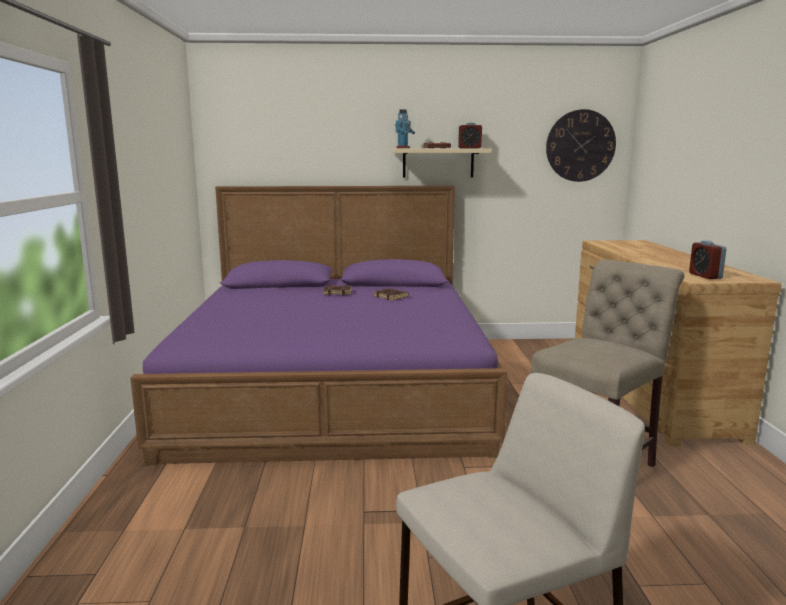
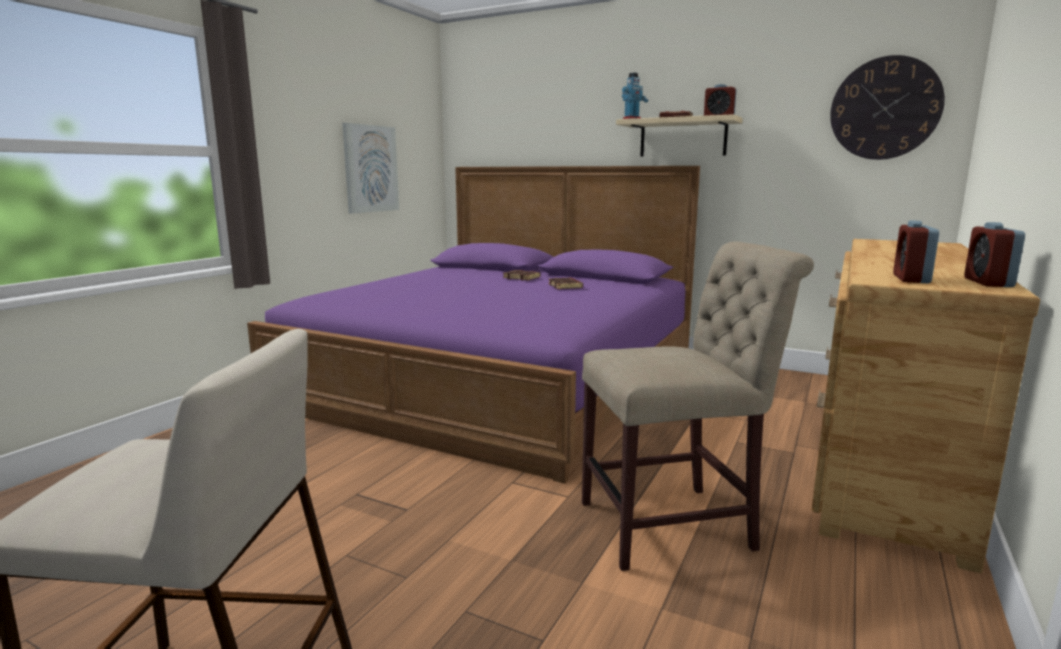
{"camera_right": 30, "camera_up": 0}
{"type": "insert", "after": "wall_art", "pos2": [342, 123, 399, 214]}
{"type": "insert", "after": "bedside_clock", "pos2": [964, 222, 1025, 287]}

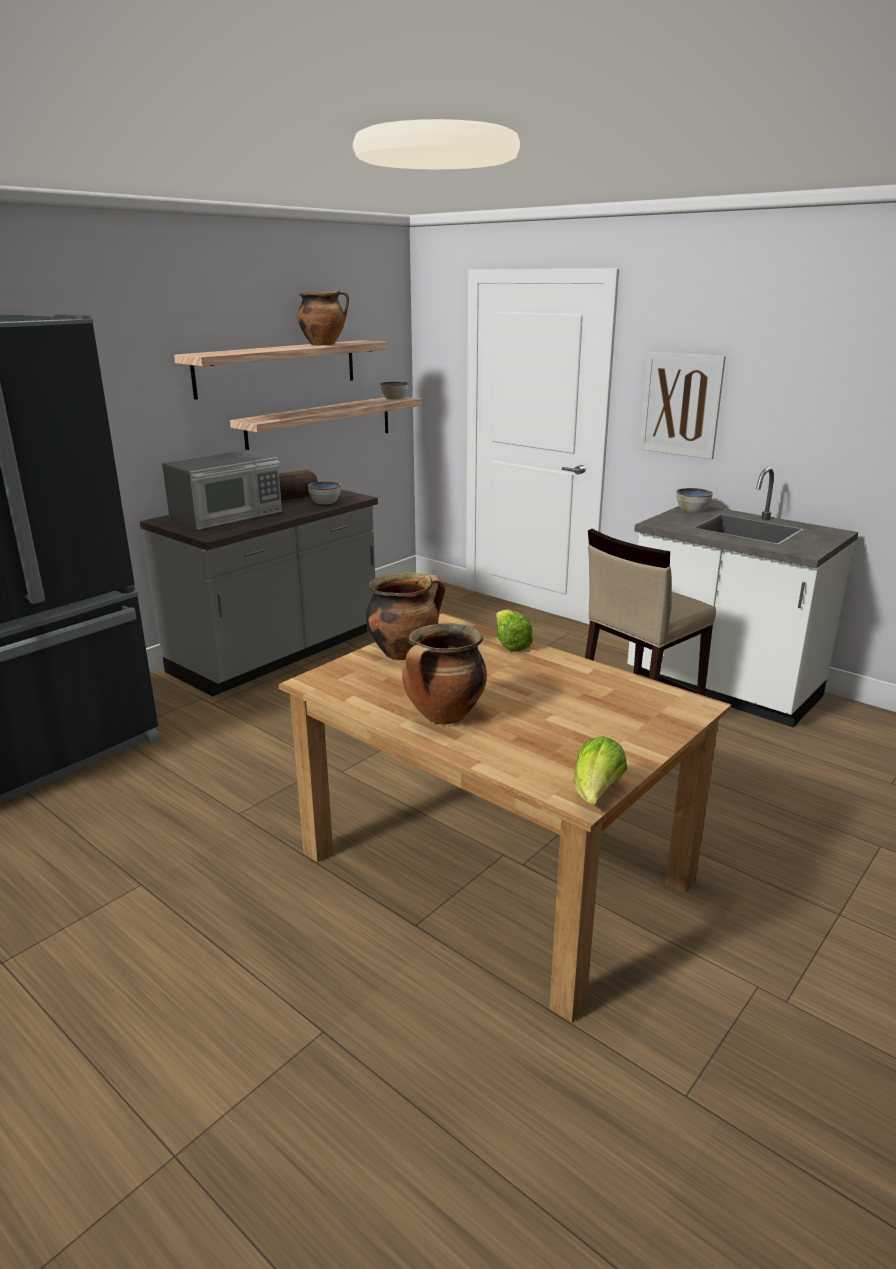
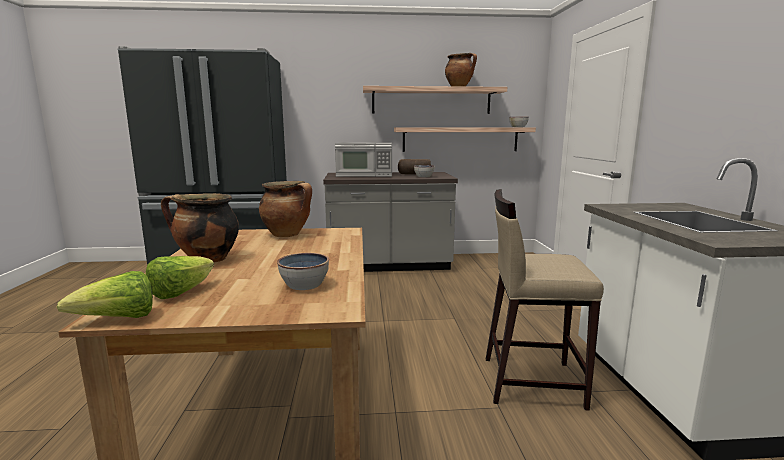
{"camera_right": 45, "camera_up": -10}
{"type": "move", "before": "head_of_lettuce", "pos1": [496, 609, 533, 652], "pos2": [145, 256, 214, 299]}
{"type": "delete", "before": "wall_art", "pos1": [639, 352, 726, 459]}
{"type": "move", "before": "deep_dish", "pos1": [676, 488, 713, 512], "pos2": [277, 253, 329, 290]}

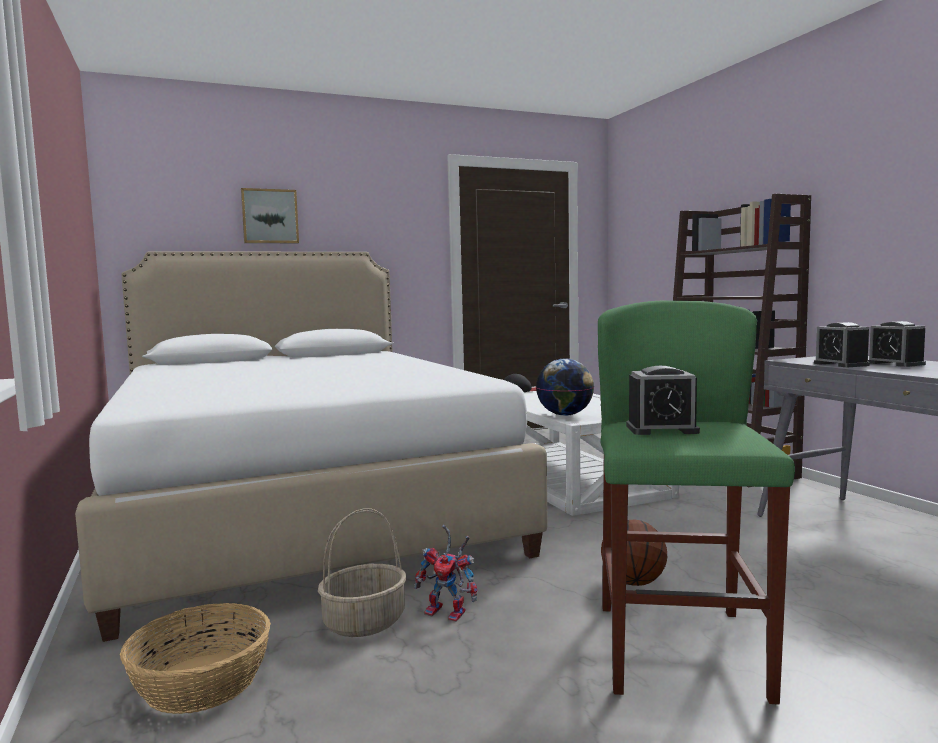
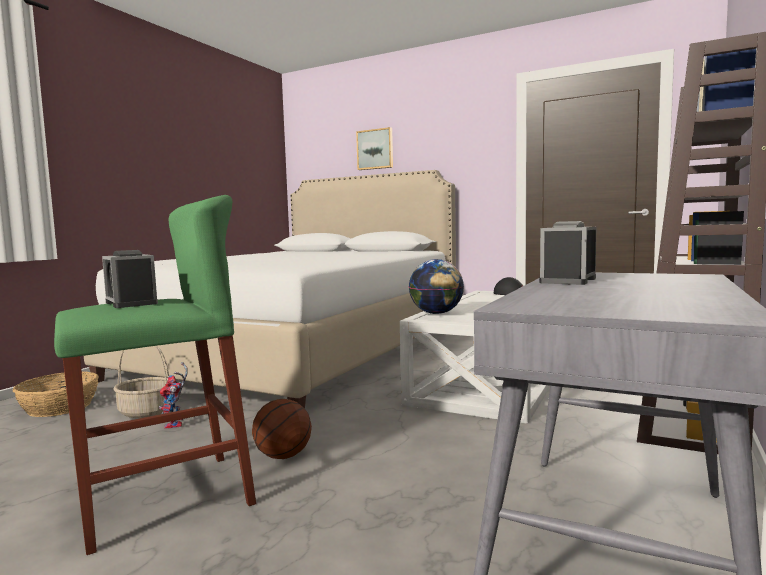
{"camera_right": 50, "camera_up": 0}
{"type": "delete", "before": "bedside_clock", "pos1": [868, 321, 926, 367]}

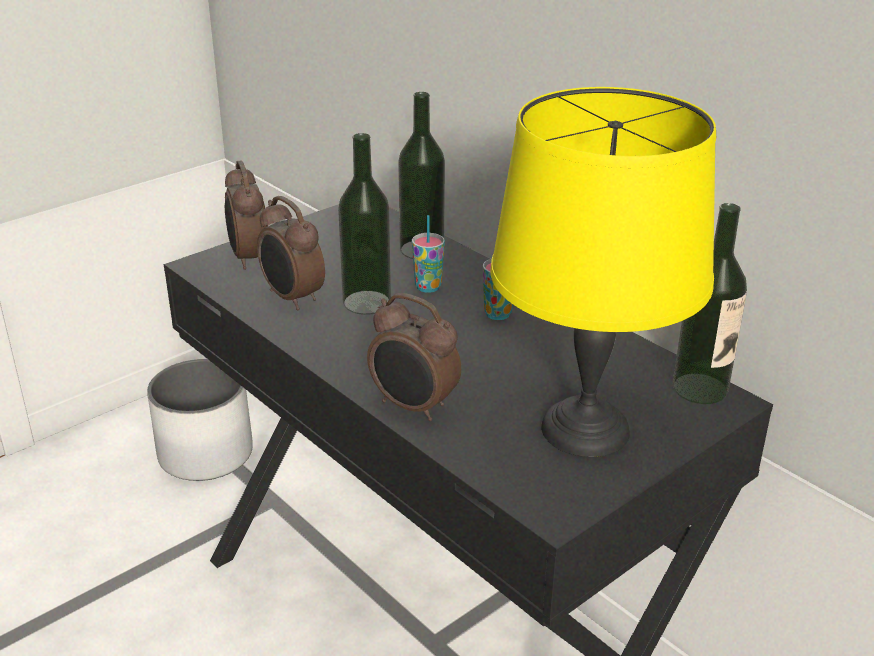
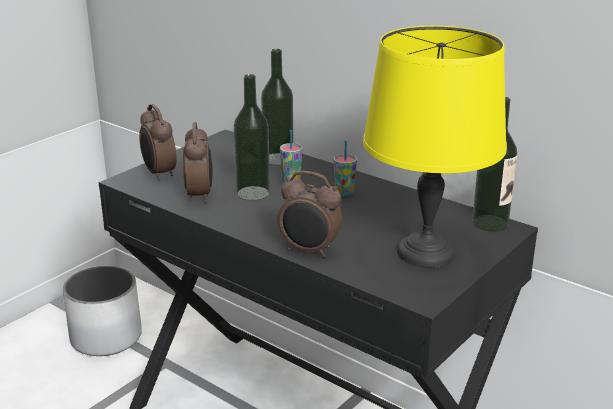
{"camera_right": -10, "camera_up": -5}
{"type": "rotate", "before": "bedside_clock", "pos1": [257, 196, 325, 310], "pos2": [183, 122, 213, 203], "turn": -135}

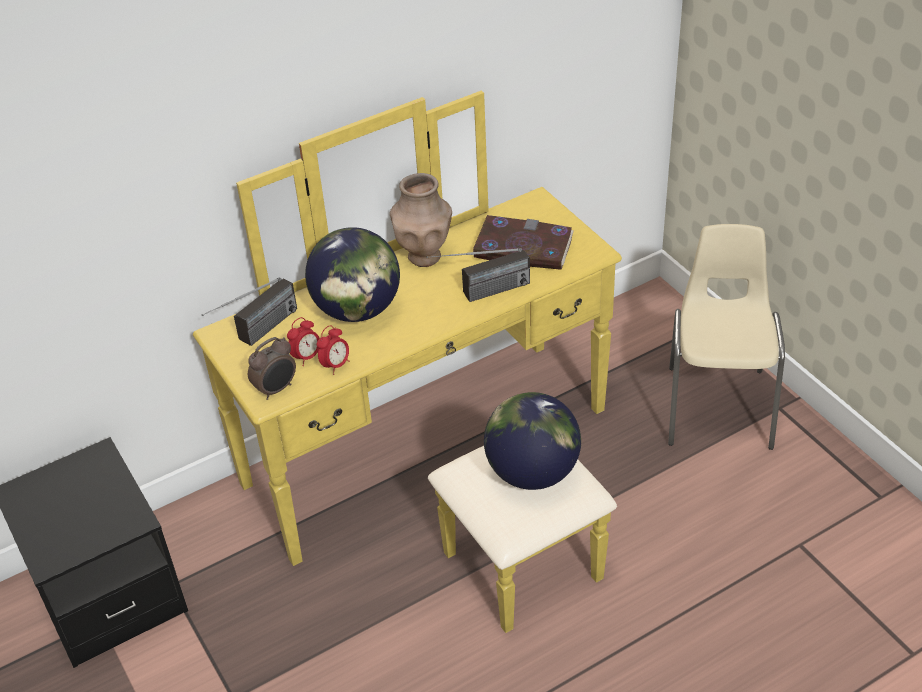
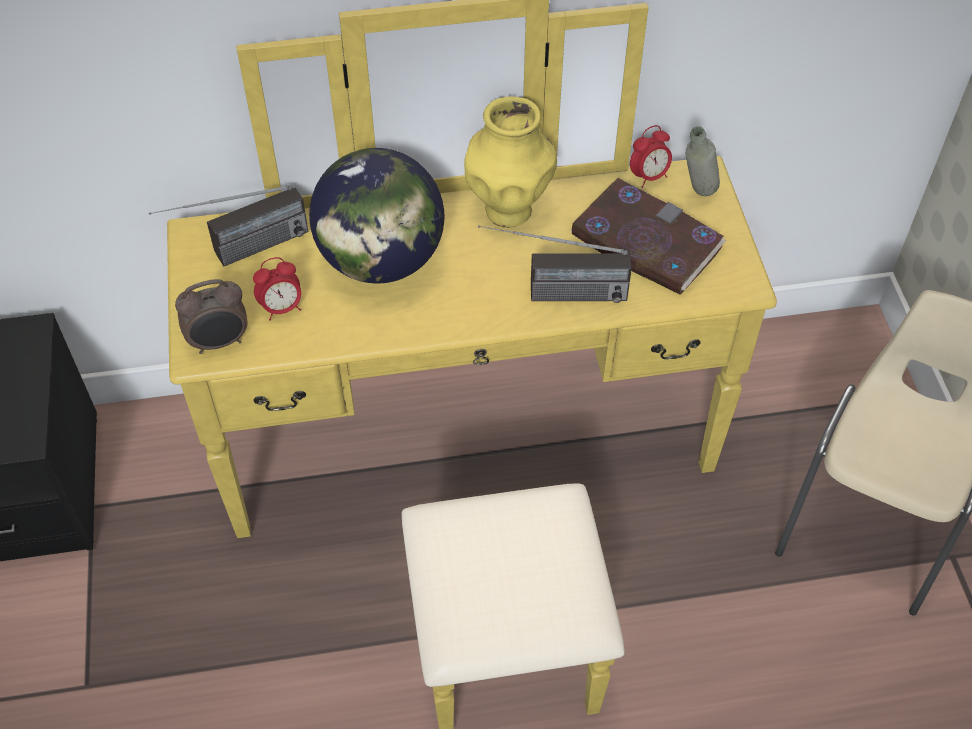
{"camera_right": 20, "camera_up": 10}
{"type": "move", "before": "bedside_clock", "pos1": [317, 325, 349, 375], "pos2": [630, 125, 672, 188]}
{"type": "recolor", "before": "brownish_flower_vase", "after": "yellow_flower_vase", "pos1": [390, 173, 452, 267], "pos2": [464, 97, 557, 228]}
{"type": "delete", "before": "desk_globe", "pos1": [484, 392, 581, 490]}
{"type": "insert", "after": "grey_beverage_bottle", "pos2": [686, 126, 720, 196]}

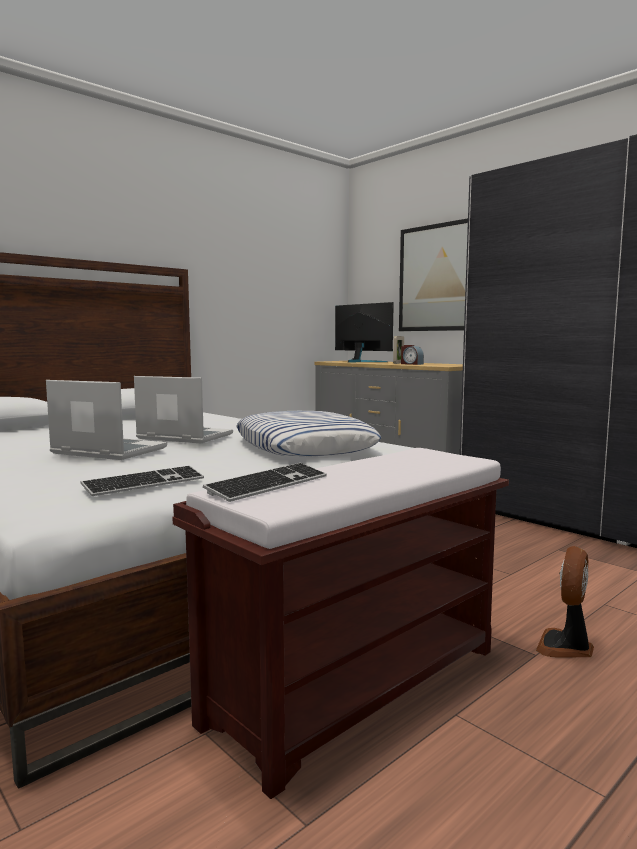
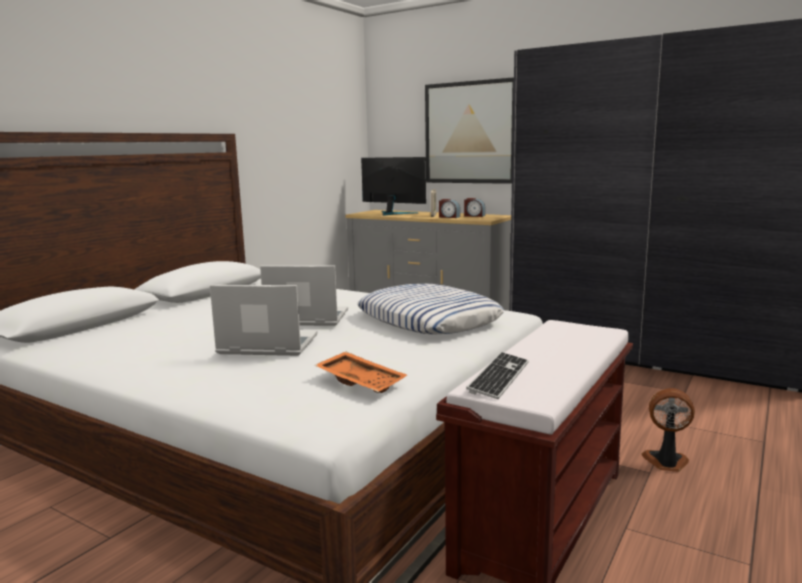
{"camera_right": -15, "camera_up": 5}
{"type": "replace", "before": "computer_keyboard", "after": "orange_tray", "pos1": [81, 466, 204, 496], "pos2": [315, 352, 407, 393]}
{"type": "rotate", "before": "fan", "pos1": [536, 546, 594, 658], "pos2": [641, 388, 695, 472], "turn": 90}
{"type": "insert", "after": "bedside_clock", "pos2": [464, 198, 485, 217]}

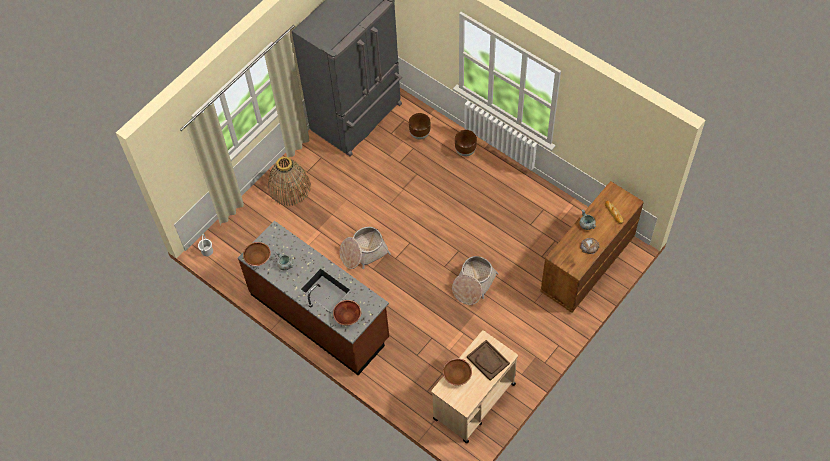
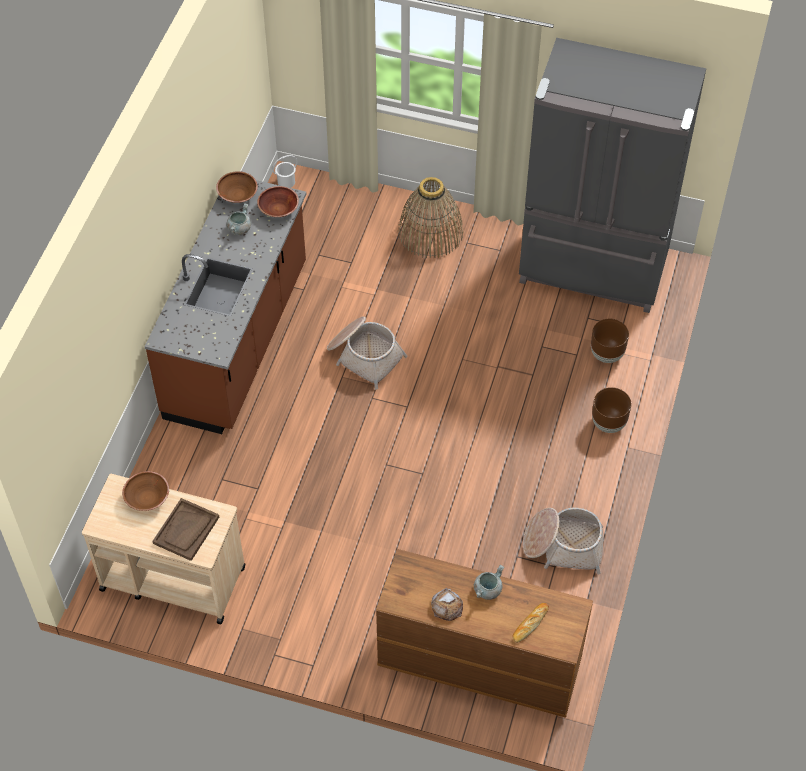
{"camera_right": 65, "camera_up": -5}
{"type": "move", "before": "brownish_deep_dish", "pos1": [333, 300, 361, 326], "pos2": [257, 186, 299, 217]}
{"type": "move", "before": "storage_basket", "pos1": [452, 256, 499, 305], "pos2": [523, 508, 603, 574]}

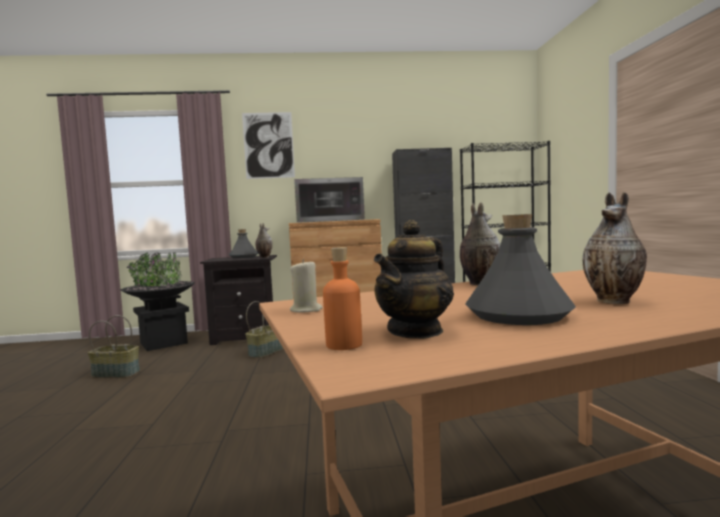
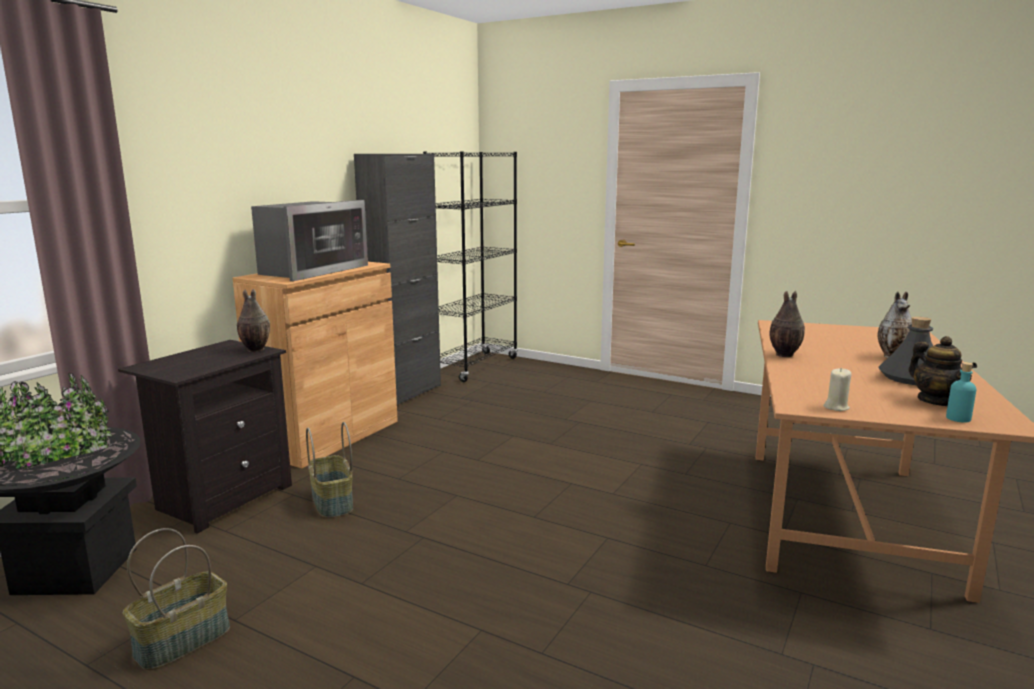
{"camera_right": -55, "camera_up": 10}
{"type": "delete", "before": "grey_beverage_bottle", "pos1": [229, 229, 258, 258]}
{"type": "delete", "before": "wall_art", "pos1": [242, 112, 295, 179]}
{"type": "recolor", "before": "orange_beverage_bottle", "after": "blue-green_beverage_bottle", "pos1": [323, 247, 362, 350], "pos2": [946, 362, 976, 423]}

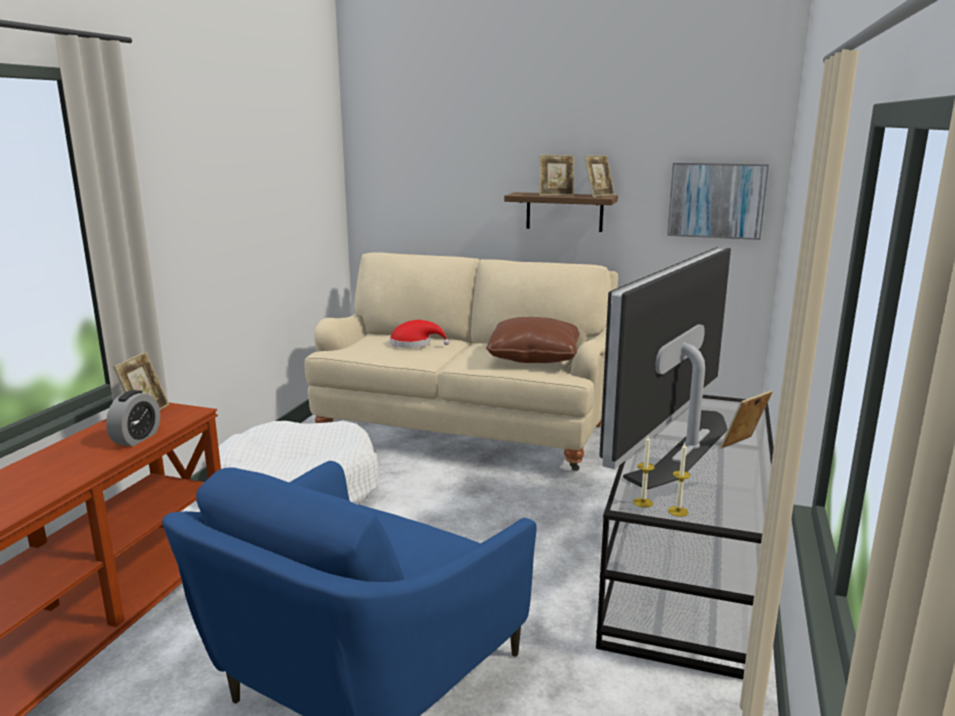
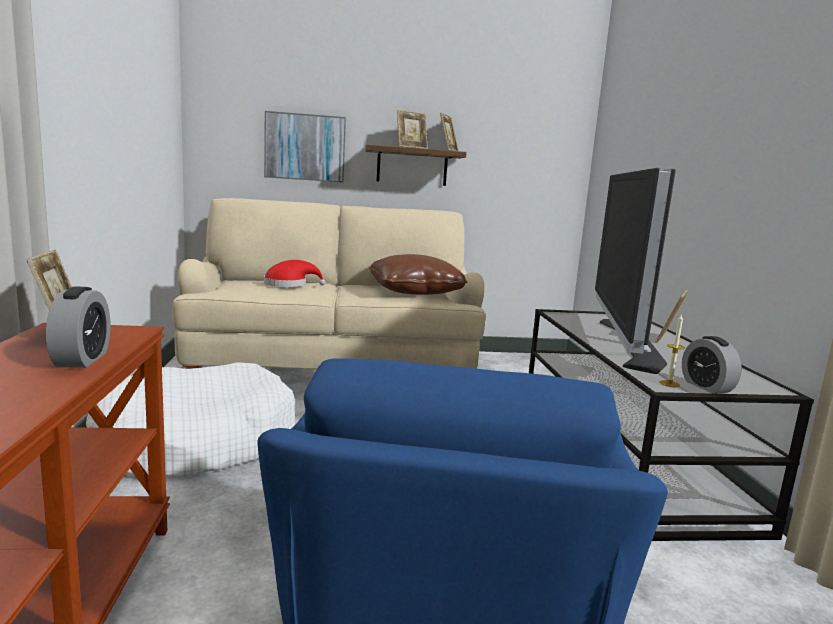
{"camera_right": -25, "camera_up": -5}
{"type": "move", "before": "wall_art", "pos1": [667, 163, 769, 240], "pos2": [264, 111, 346, 182]}
{"type": "replace", "before": "wax_candle", "after": "bedside_clock", "pos1": [668, 443, 691, 517], "pos2": [682, 336, 742, 394]}

